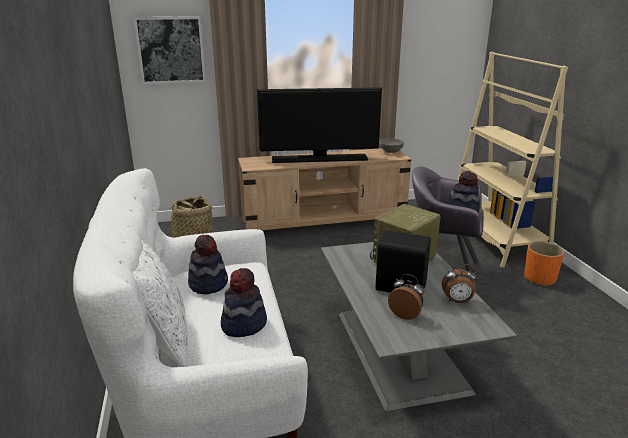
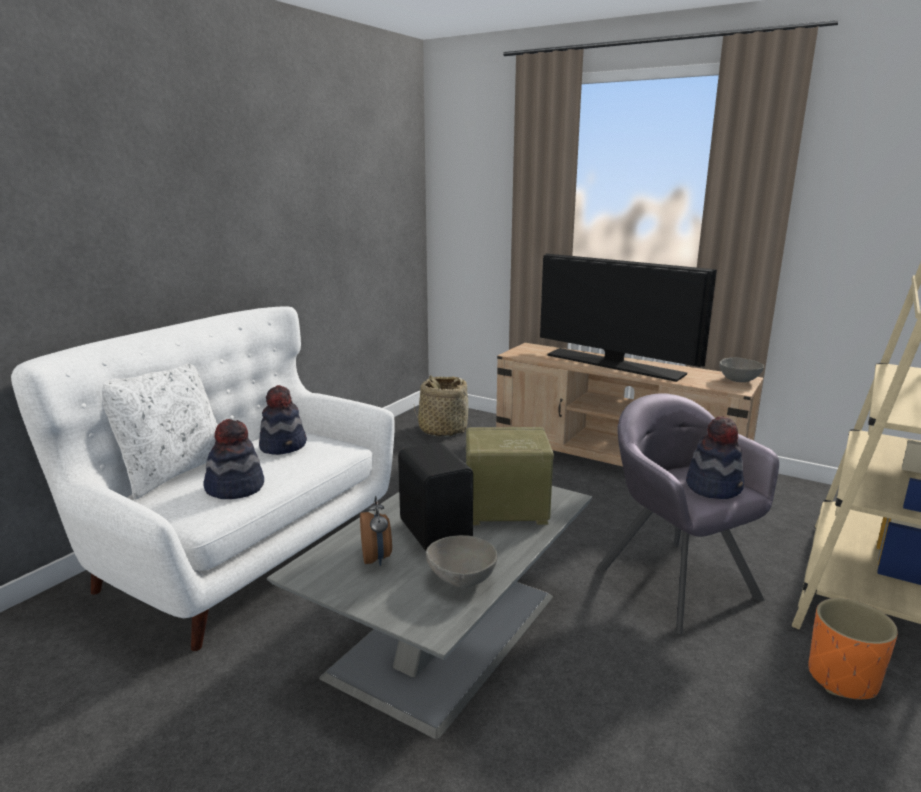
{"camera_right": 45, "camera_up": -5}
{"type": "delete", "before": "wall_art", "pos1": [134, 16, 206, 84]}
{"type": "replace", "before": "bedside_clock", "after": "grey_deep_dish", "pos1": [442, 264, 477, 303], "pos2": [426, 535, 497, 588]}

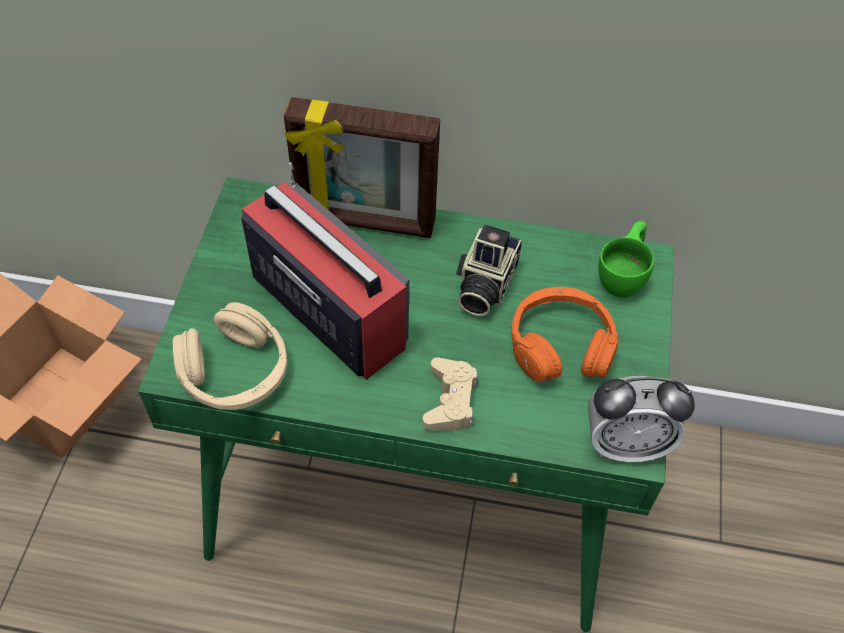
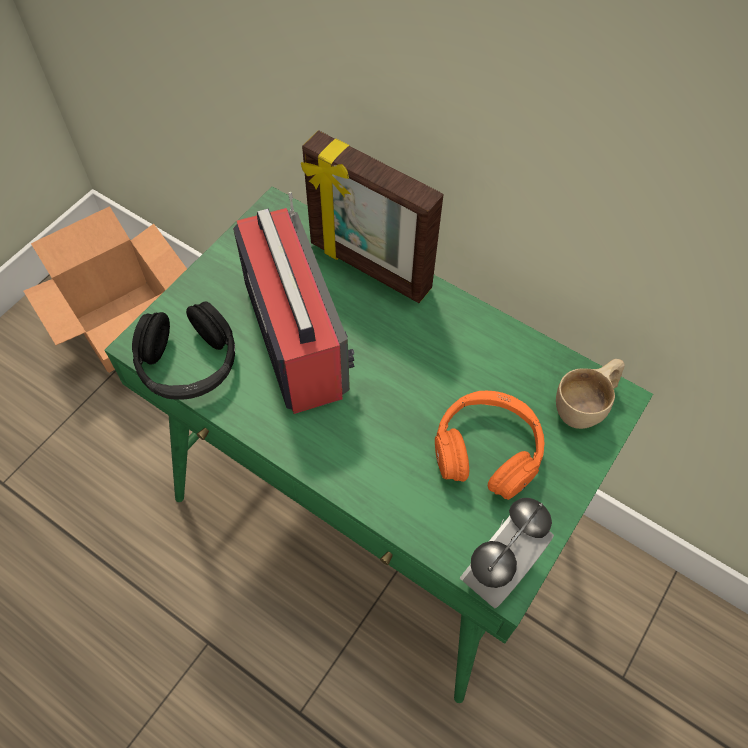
{"camera_right": 25, "camera_up": 5}
{"type": "recolor", "before": "beige-coloured_headset", "after": "black_headset", "pos1": [173, 302, 287, 410], "pos2": [132, 301, 235, 400]}
{"type": "delete", "before": "beige-coloured_joypad", "pos1": [422, 357, 477, 431]}
{"type": "delete", "before": "still_camera", "pos1": [456, 225, 522, 316]}
{"type": "rotate", "before": "bedside_clock", "pos1": [588, 376, 695, 462], "pos2": [460, 498, 554, 608], "turn": 105}
{"type": "recolor", "before": "green_drinking_cup", "after": "beige-coloured_drinking_cup", "pos1": [598, 221, 654, 298], "pos2": [556, 359, 625, 429]}

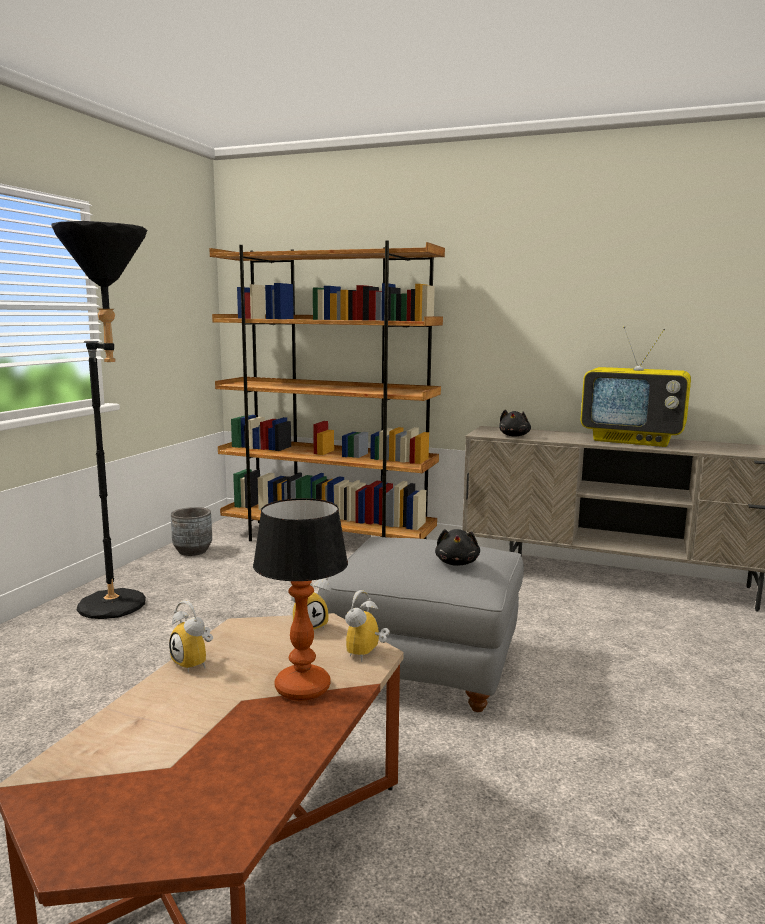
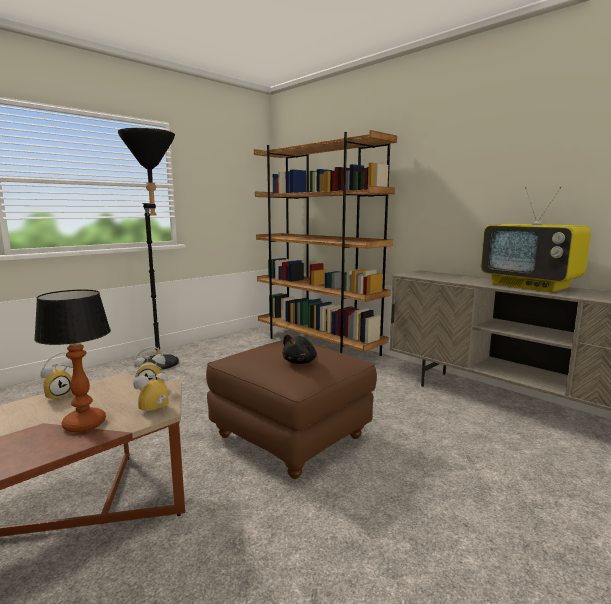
{"camera_right": 25, "camera_up": 0}
{"type": "rotate", "before": "bedside_clock", "pos1": [169, 600, 213, 672], "pos2": [40, 352, 73, 402], "turn": -120}
{"type": "delete", "before": "grey_plant_pot", "pos1": [171, 507, 212, 556]}
{"type": "recolor", "before": "grey_ottoman", "after": "brownish_ottoman", "pos1": [319, 537, 524, 712], "pos2": [206, 340, 377, 479]}
{"type": "delete", "before": "black_plush_toy", "pos1": [499, 410, 531, 437]}

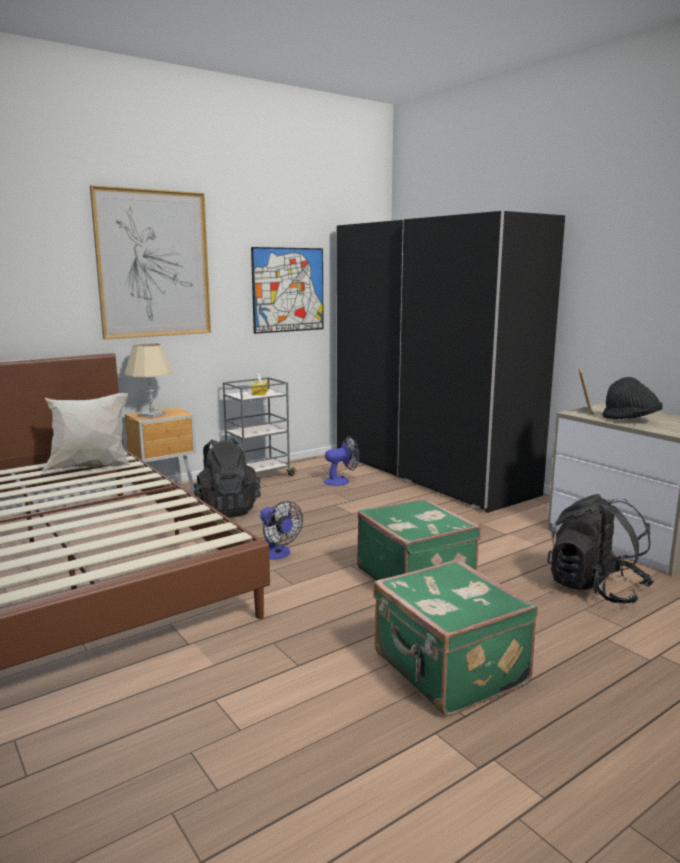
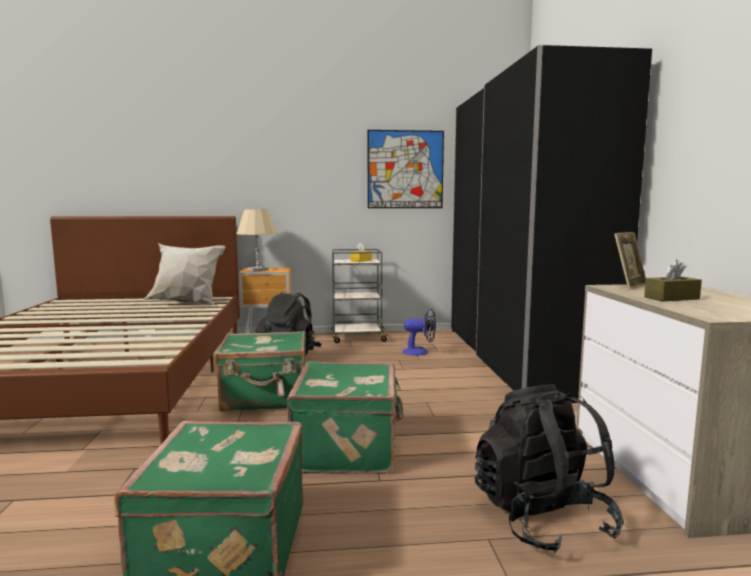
{"camera_right": 30, "camera_up": -5}
{"type": "delete", "before": "wall_art", "pos1": [90, 185, 211, 339]}
{"type": "replace", "before": "fan", "after": "green_piece_of_luggage", "pos1": [260, 501, 303, 560], "pos2": [214, 331, 306, 412]}
{"type": "replace", "before": "black_clothing_hat", "after": "brownish_tissue_holder", "pos1": [602, 377, 662, 419], "pos2": [644, 260, 702, 302]}

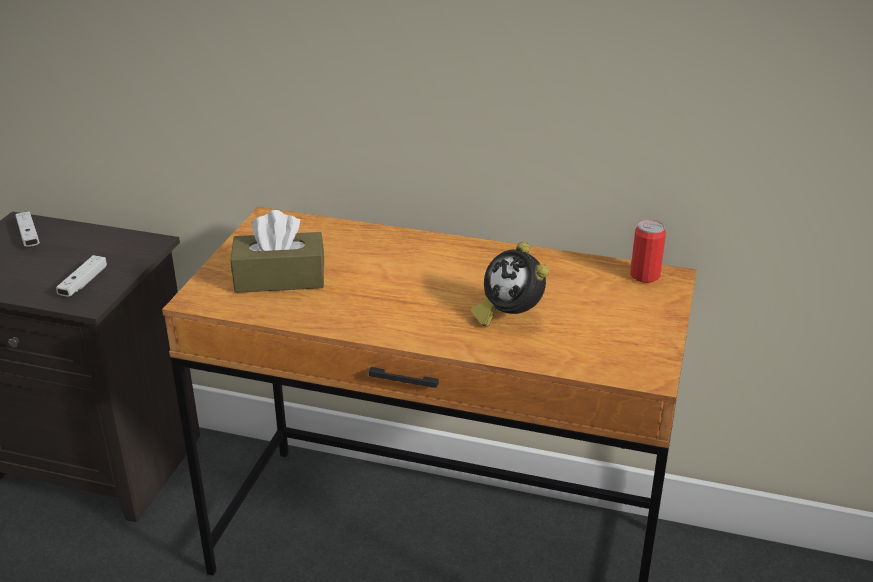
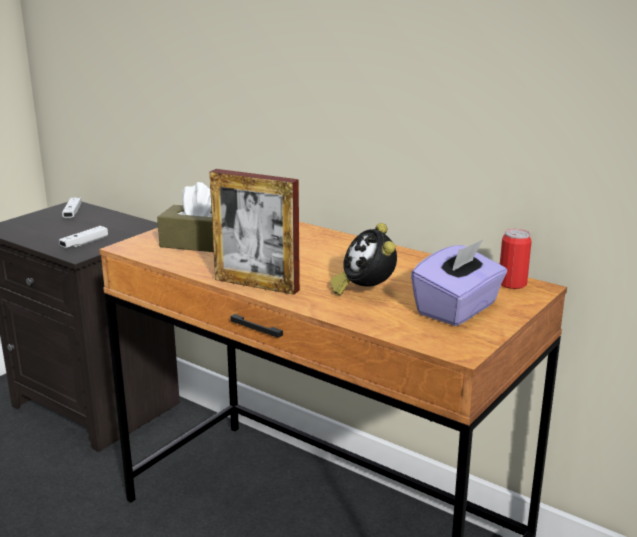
{"camera_right": 20, "camera_up": -10}
{"type": "insert", "after": "photo_frame", "pos2": [210, 169, 300, 295]}
{"type": "insert", "after": "purplish_tissue_holder", "pos2": [411, 240, 507, 326]}

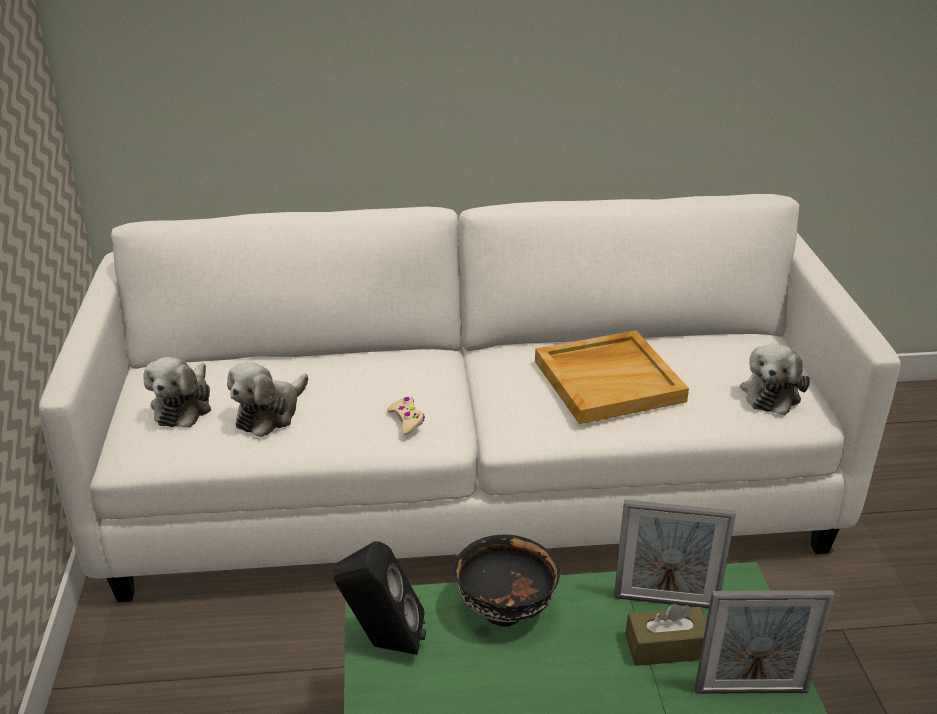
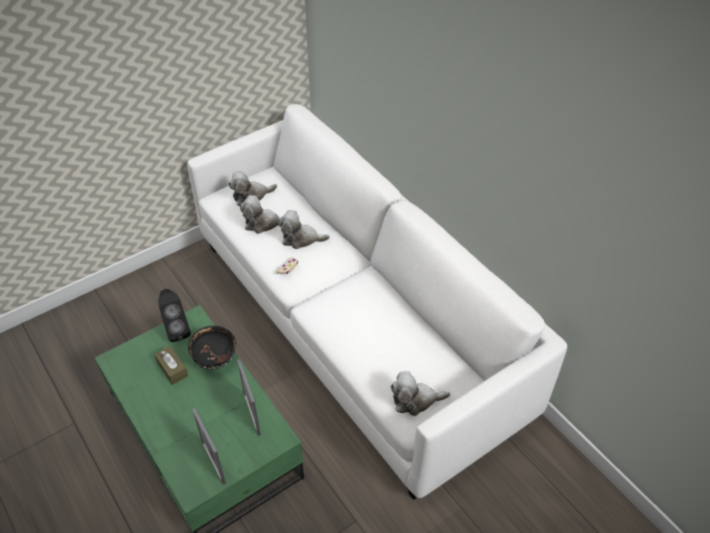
{"camera_right": 60, "camera_up": 15}
{"type": "delete", "before": "beige-coloured_tray", "pos1": [535, 330, 689, 424]}
{"type": "move", "before": "brownish_tissue_holder", "pos1": [625, 604, 707, 666], "pos2": [154, 346, 188, 385]}
{"type": "insert", "after": "plush_toy", "pos2": [278, 210, 330, 249]}

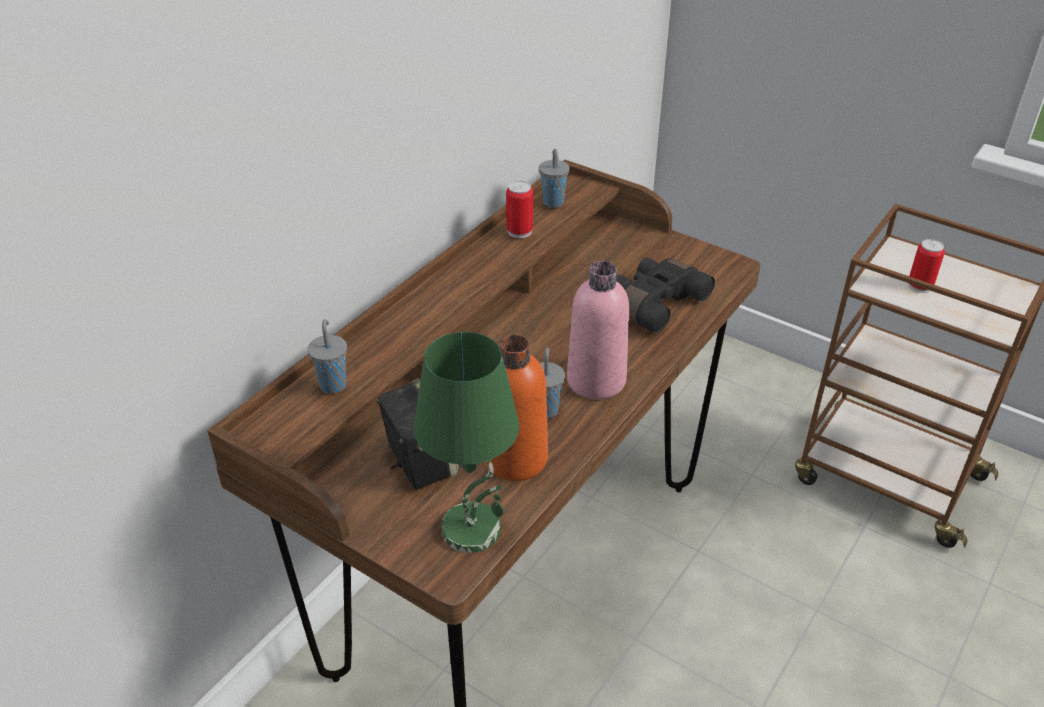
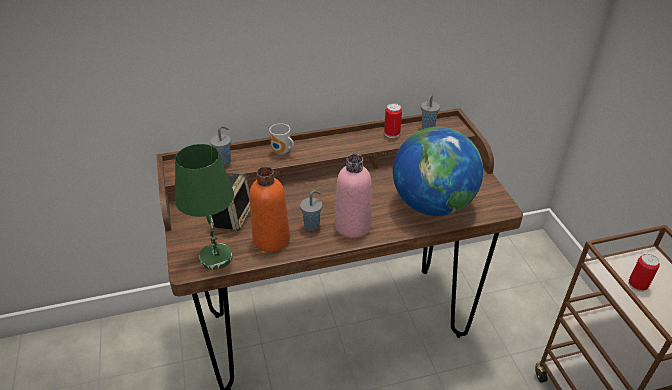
{"camera_right": 40, "camera_up": 0}
{"type": "replace", "before": "black_binoculars", "after": "desk_globe", "pos1": [616, 257, 715, 333], "pos2": [393, 127, 483, 216]}
{"type": "insert", "after": "mug", "pos2": [269, 123, 294, 155]}

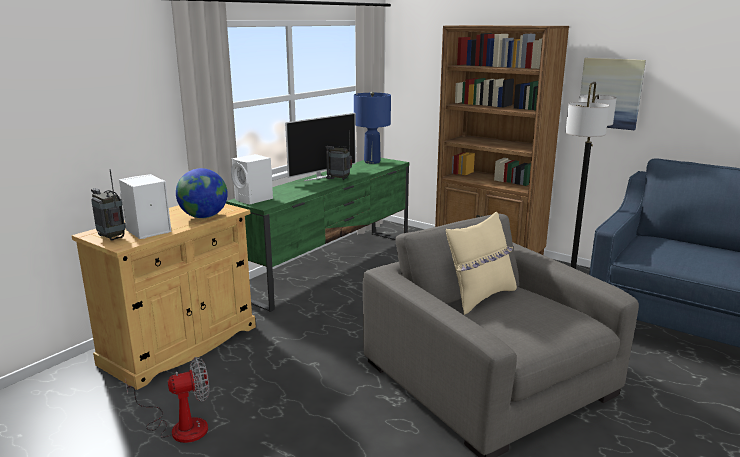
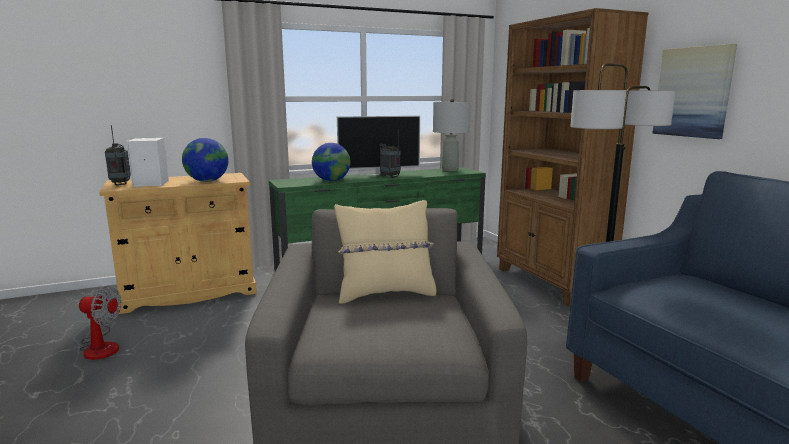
{"camera_right": 30, "camera_up": -5}
{"type": "delete", "before": "white-coloured_speaker", "pos1": [231, 154, 273, 204]}
{"type": "recolor", "before": "blue-coloured_tabletop_lamp", "after": "grey_tabletop_lamp", "pos1": [354, 92, 391, 164], "pos2": [433, 99, 471, 171]}
{"type": "insert", "after": "desk_globe", "pos2": [312, 143, 351, 181]}

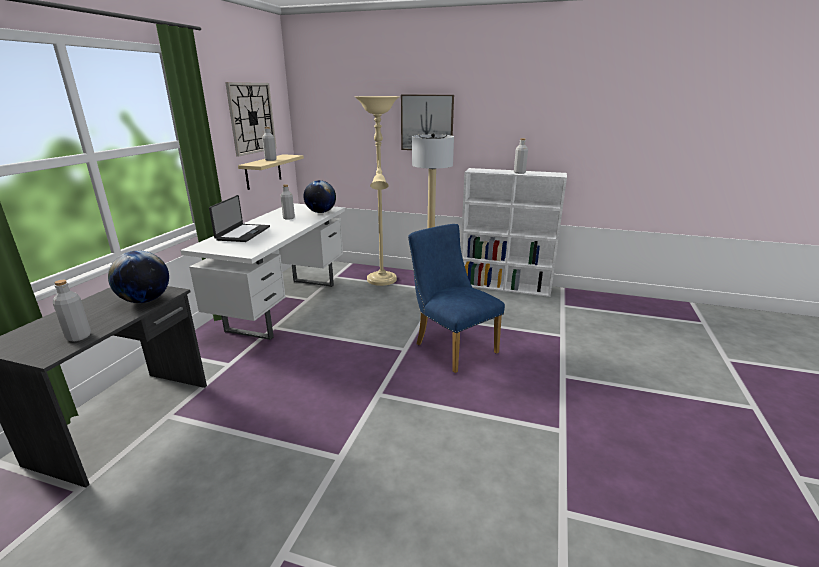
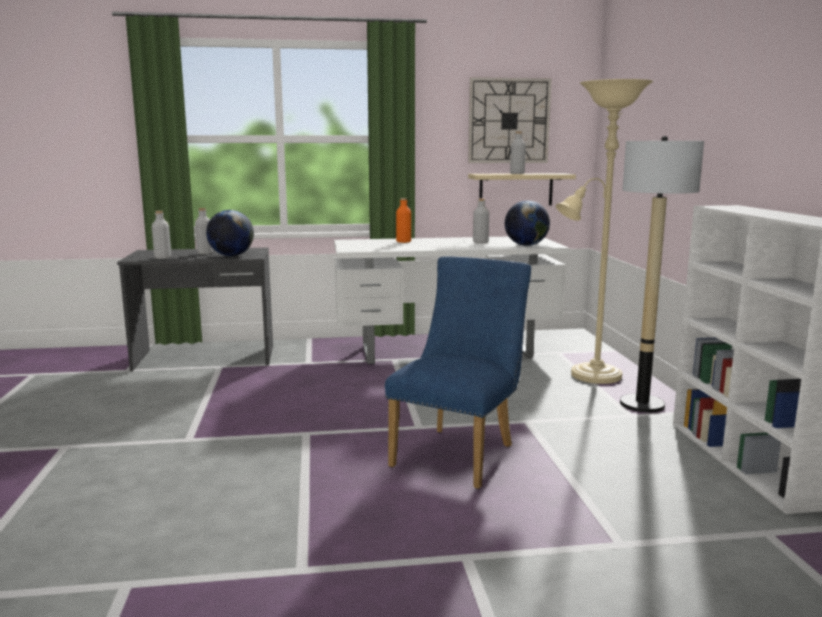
{"camera_right": 65, "camera_up": -10}
{"type": "replace", "before": "notebook_computer", "after": "orange_beverage_bottle", "pos1": [209, 195, 270, 242], "pos2": [396, 198, 411, 243]}
{"type": "delete", "before": "wall_art", "pos1": [401, 94, 454, 150]}
{"type": "move", "before": "grey_beverage_bottle", "pos1": [514, 138, 528, 174], "pos2": [195, 208, 213, 254]}

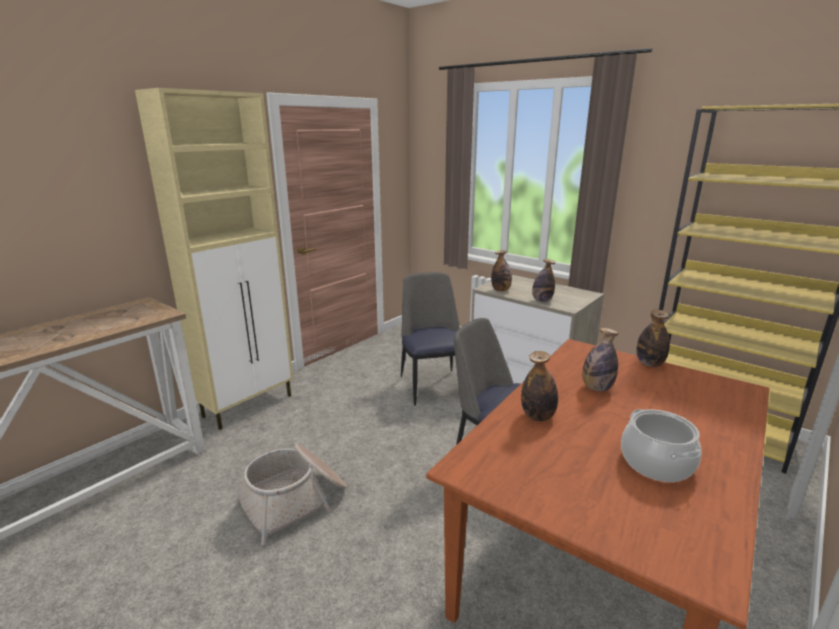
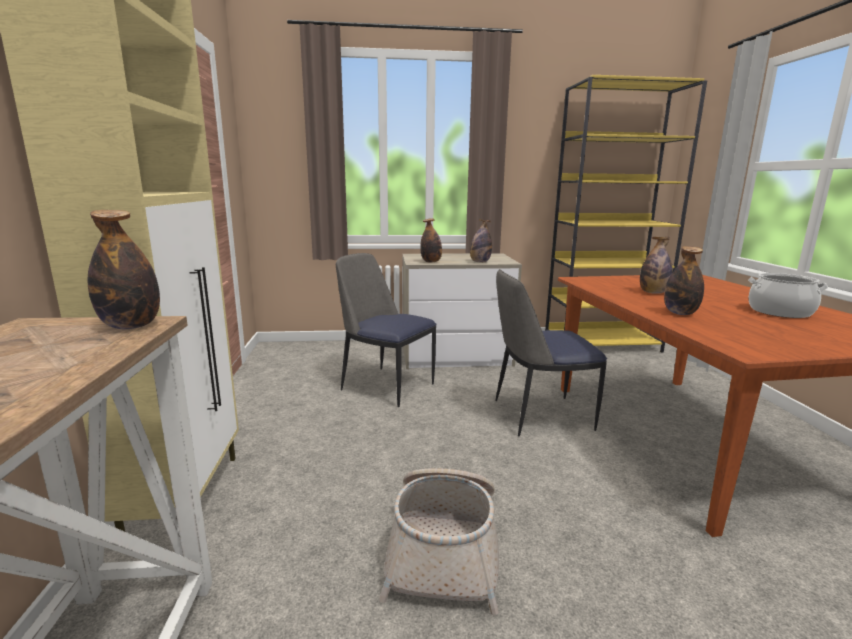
{"camera_right": -45, "camera_up": -5}
{"type": "move", "before": "beverage_bottle", "pos1": [636, 309, 670, 367], "pos2": [87, 210, 160, 329]}

